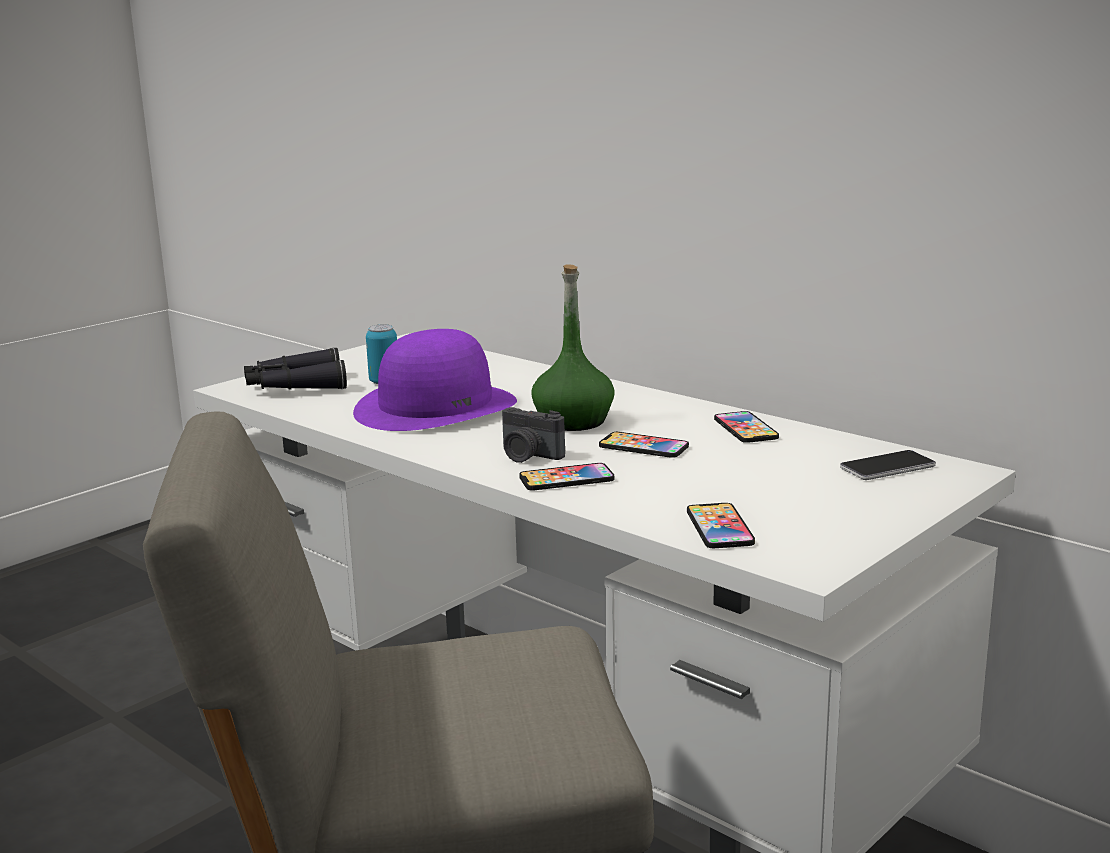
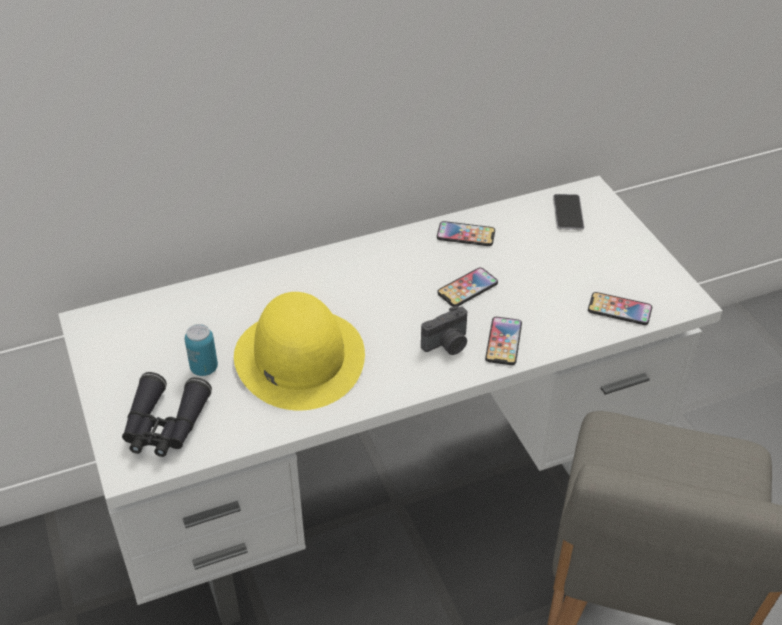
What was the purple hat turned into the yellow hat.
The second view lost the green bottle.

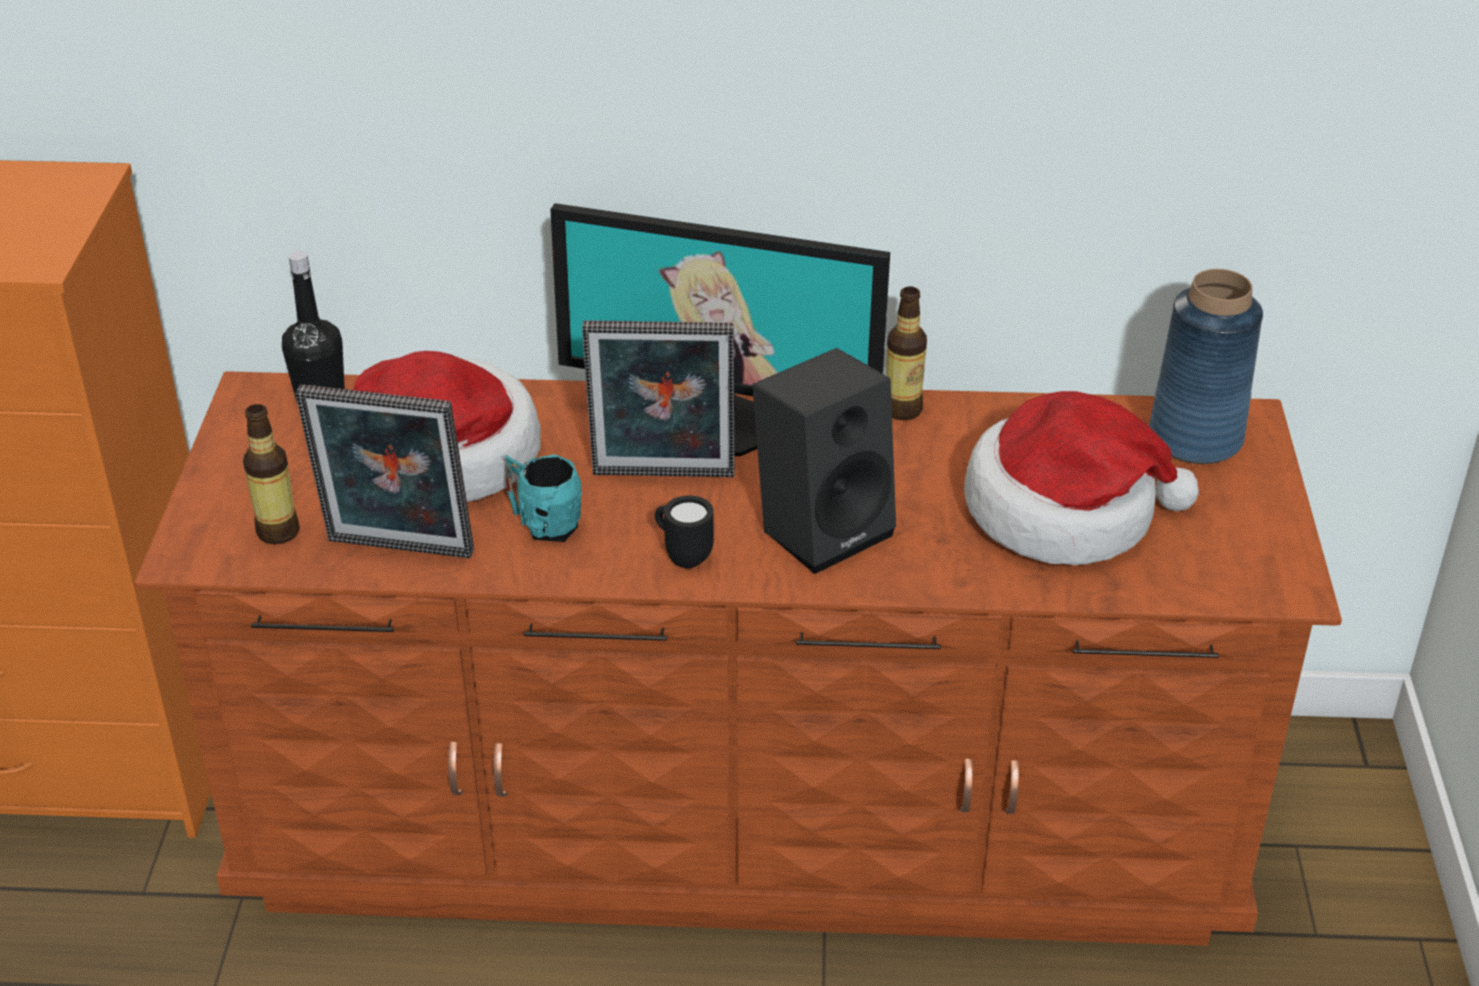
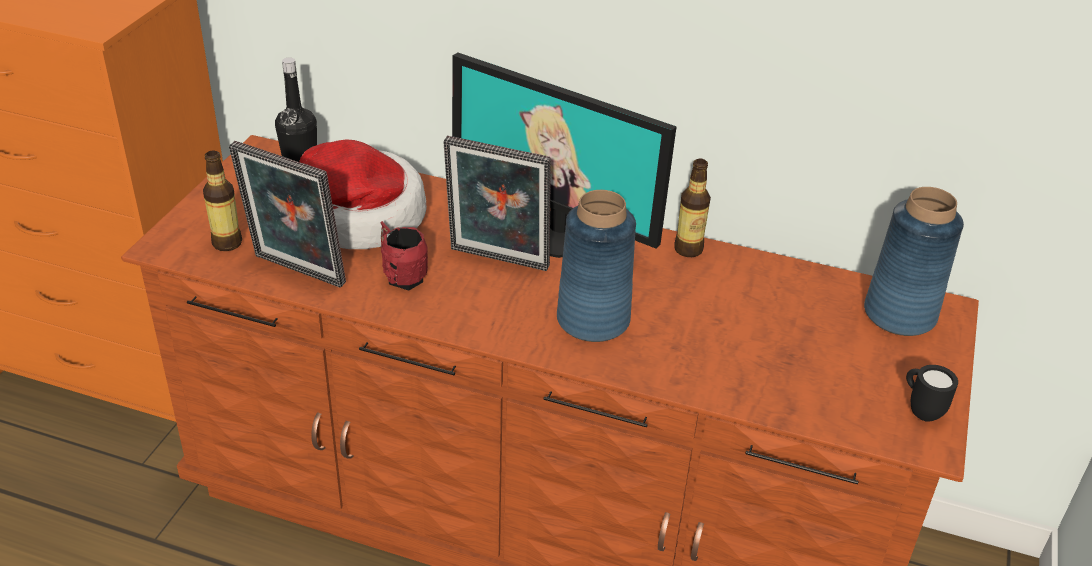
What was the turquoise mug turned into the red mug.
Where the black speaker stood, the blue vase (no. 1 from left) came to stand.
The black mug ended up elsewhere.
The second view lost the hat (no. 2 from left).

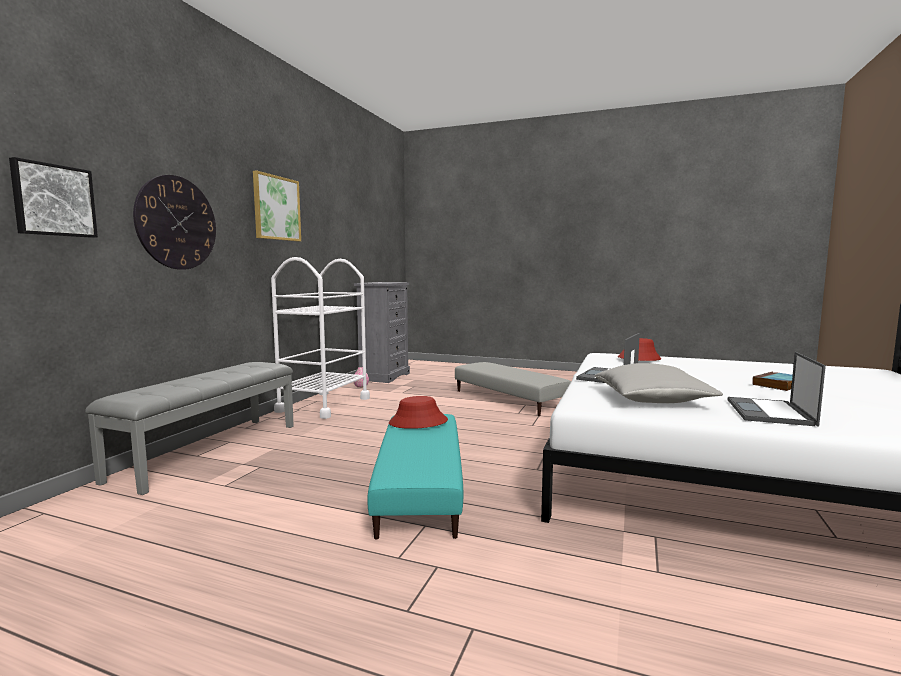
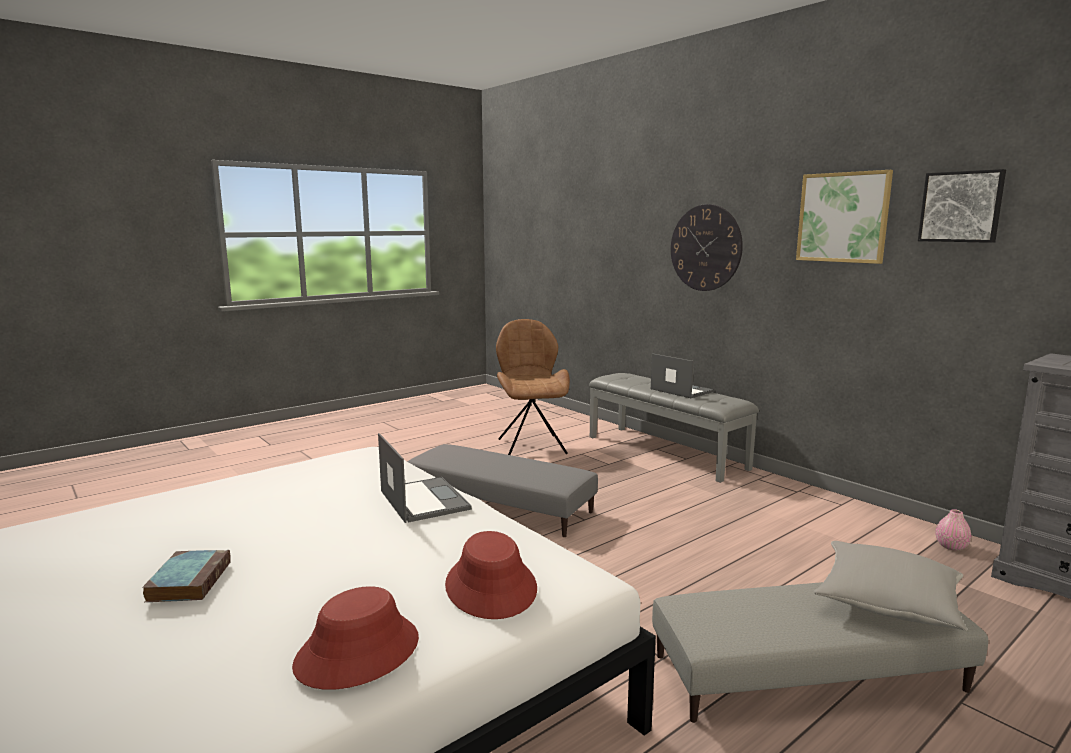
The red hat (no. 1 from left) ended up elsewhere.
What was the turquoise ottoman turned into the grey ottoman (no. 1 from left).
The second view gained the brown chair.
The laptop (no. 2 from left) ended up elsewhere.
The grey pillow ended up elsewhere.
The picture (no. 1 from left in the first image) ended up elsewhere.
The second view lost the white cart.

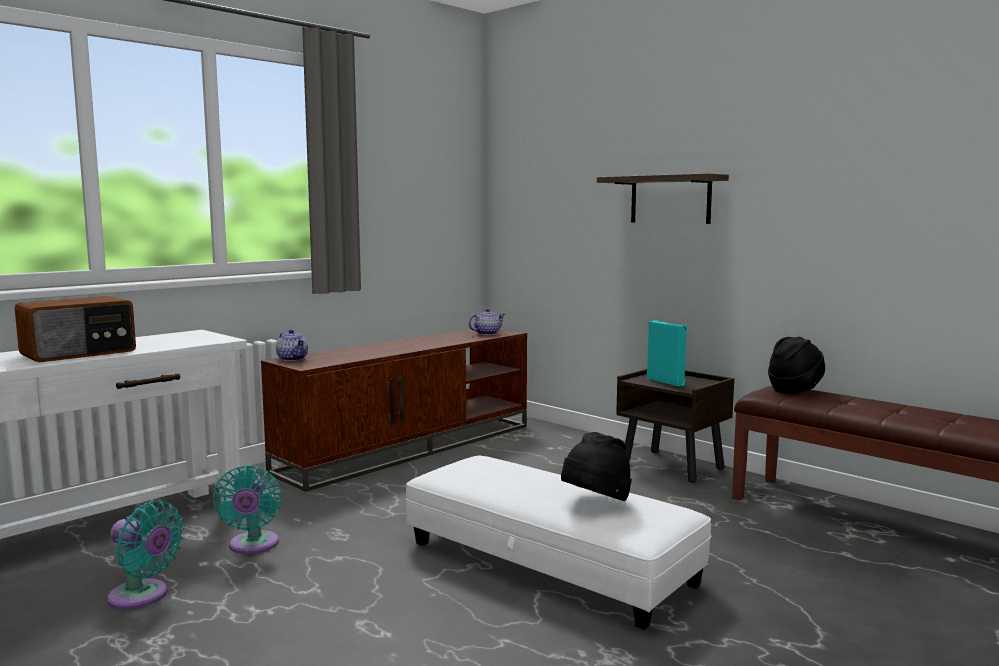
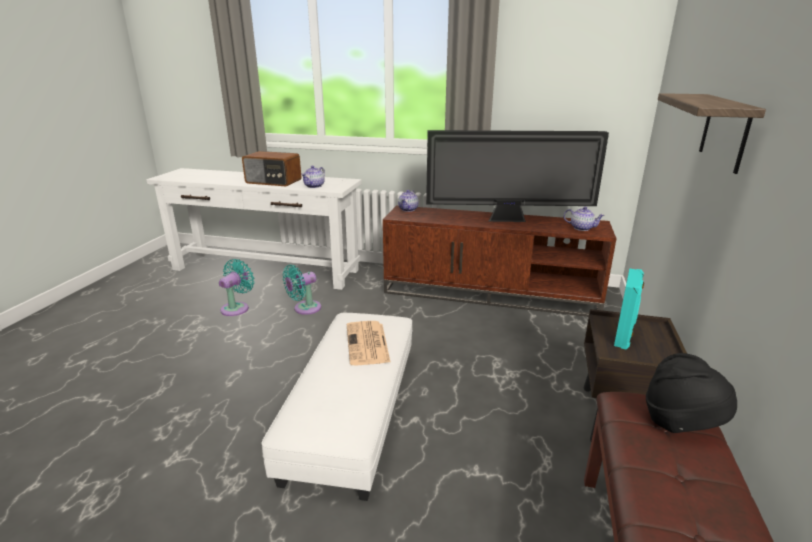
The turquoise fan (no. 1 from left) ended up facing another way, 150 degrees counterclockwise from before.
The second view gained the teapot (no. 1 from left).
The second view gained the newspaper.
The second view gained the television.
The second view lost the black hat (no. 1 from left).

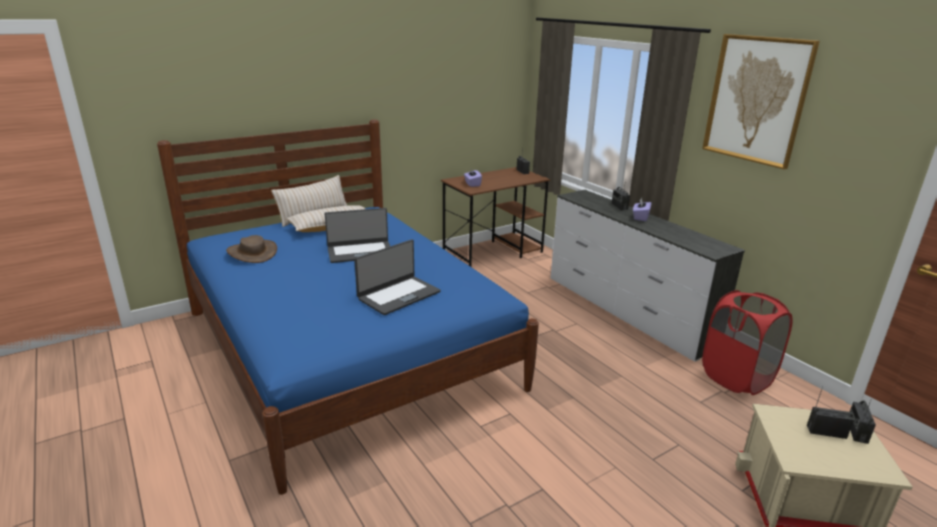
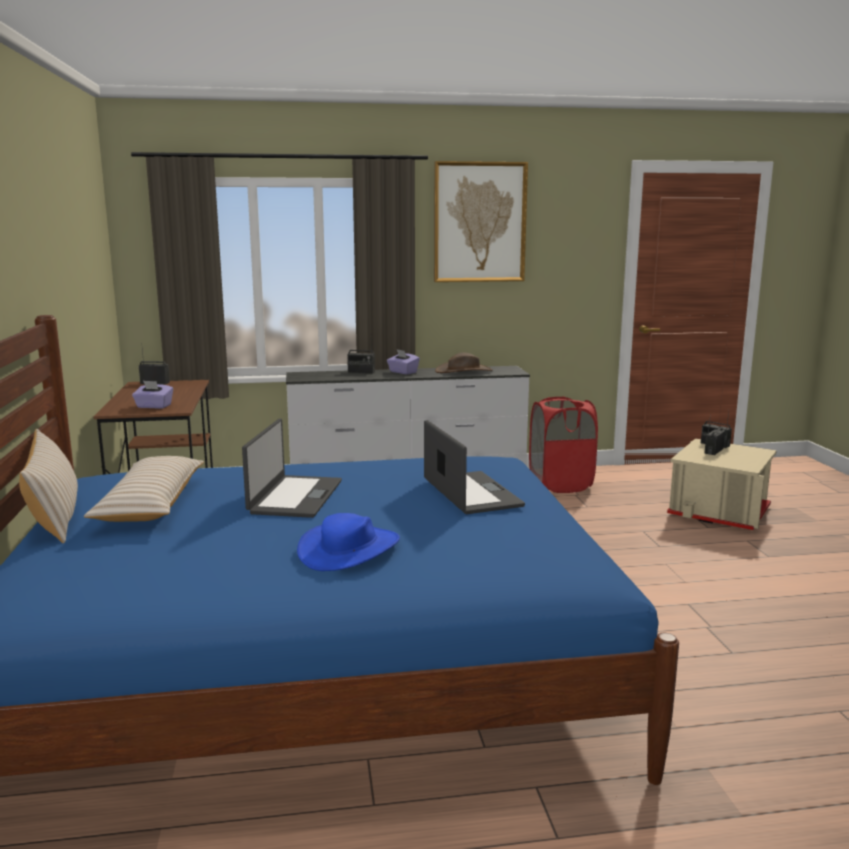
The second view gained the blue hat.
The brown hat ended up elsewhere.

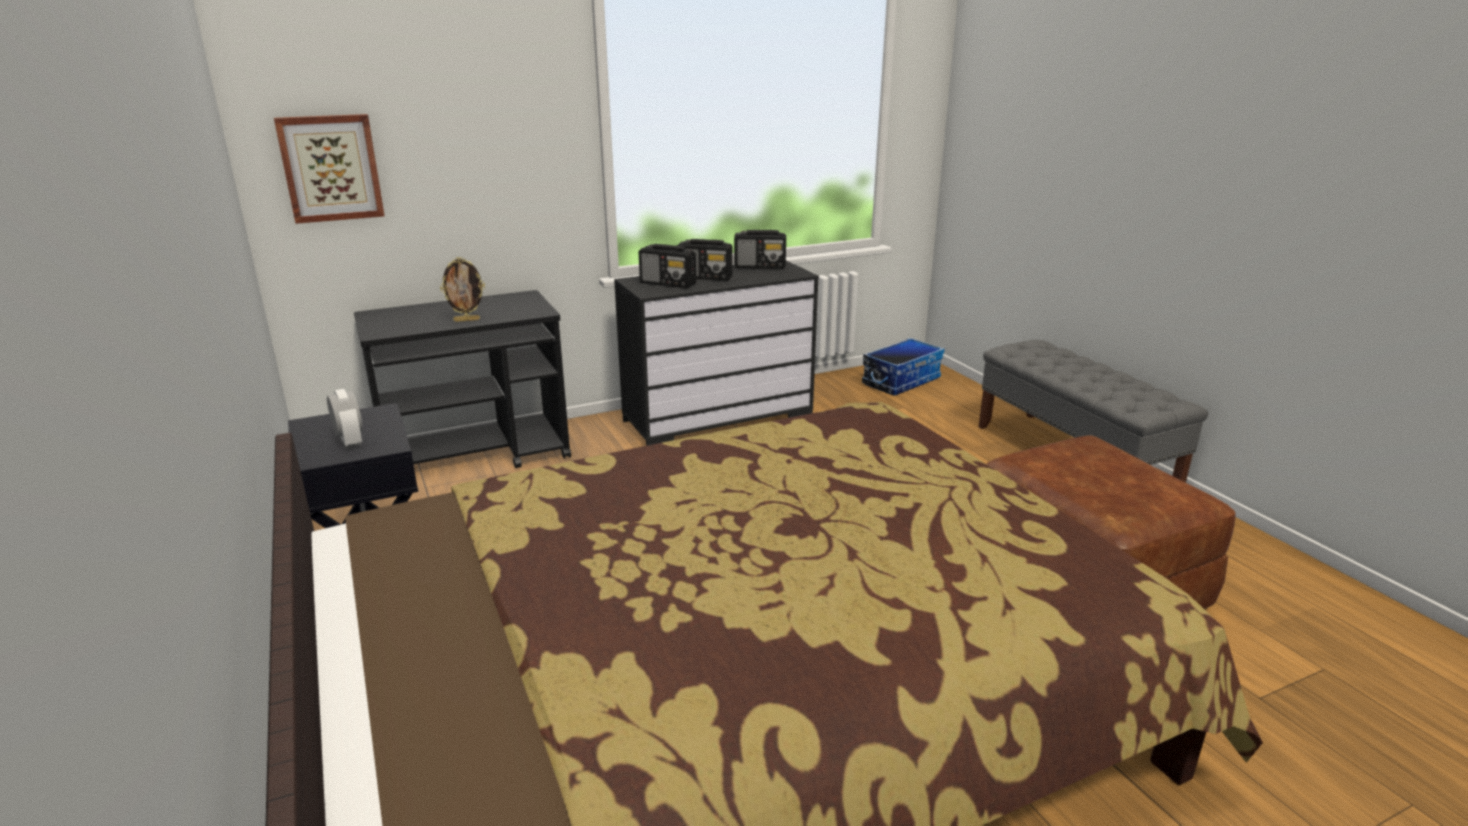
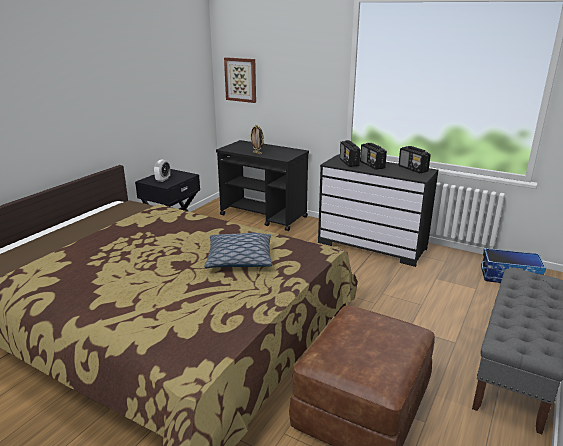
The second view gained the pillow.

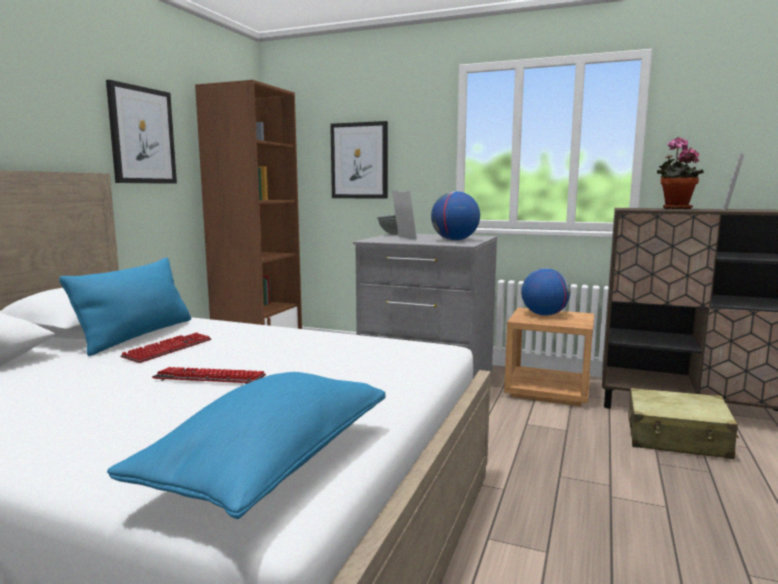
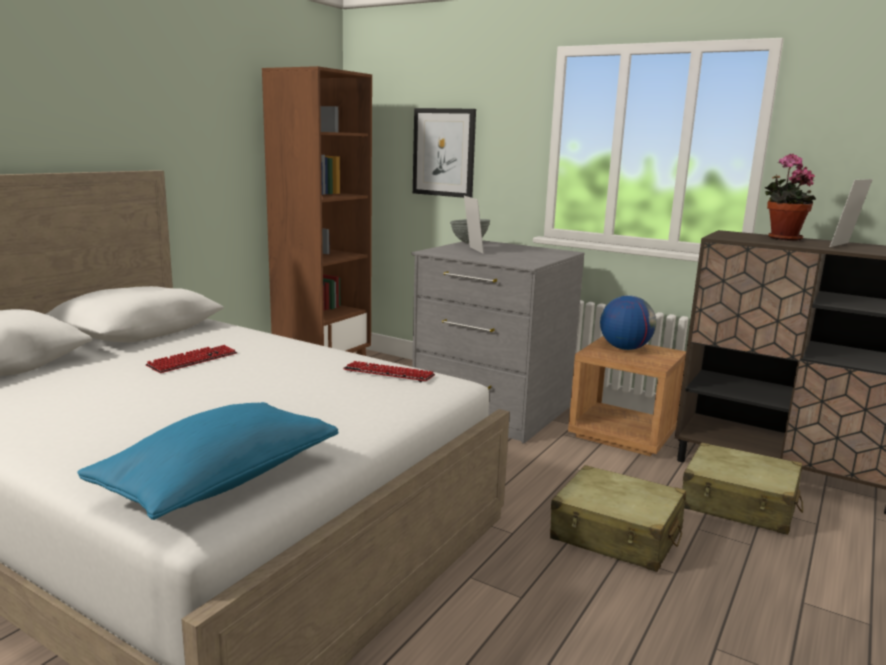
The keyboard (no. 2 from left) ended up elsewhere.
The second view gained the beige suitcase (no. 1 from left).
The second view lost the blue pillow (no. 1 from left).
The second view lost the picture (no. 1 from left).
The second view lost the globe (no. 1 from left).

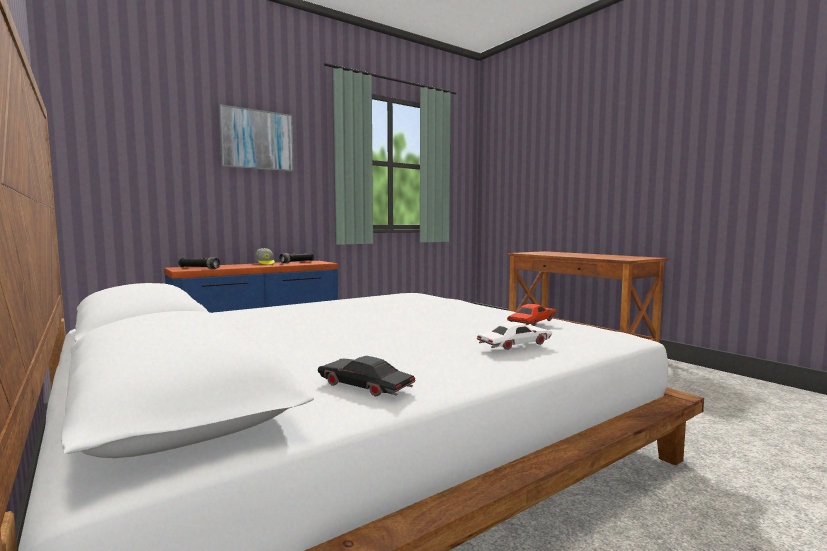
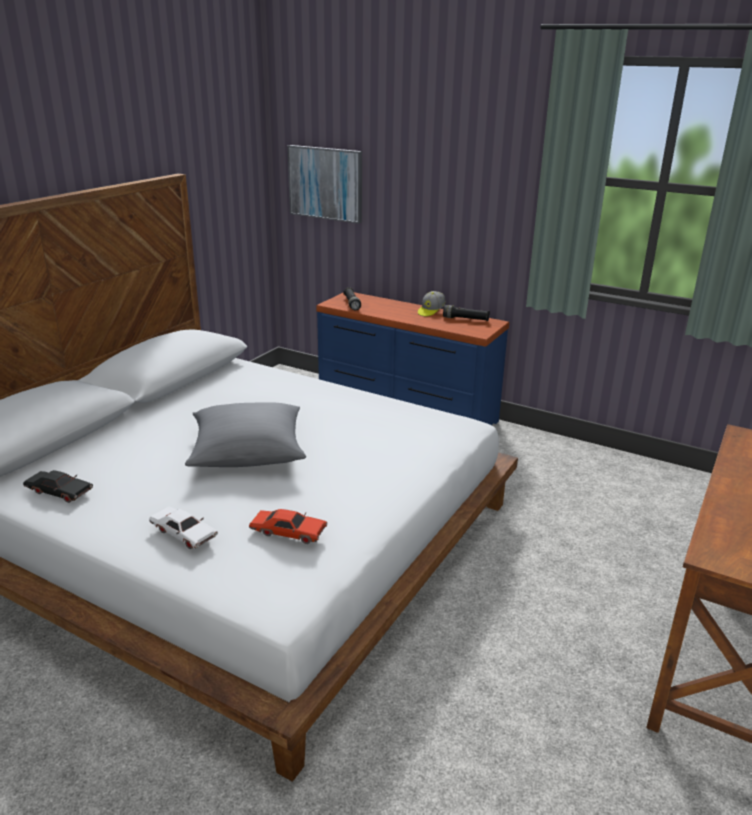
The black toy car ended up facing another way, 105 degrees clockwise from before.
The second view gained the grey pillow.
The picture ended up elsewhere.

